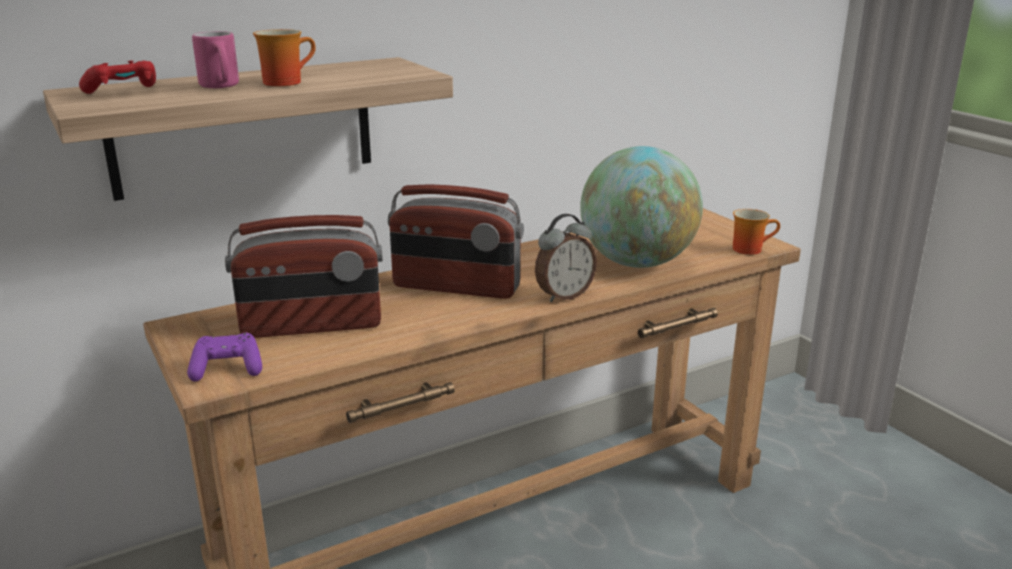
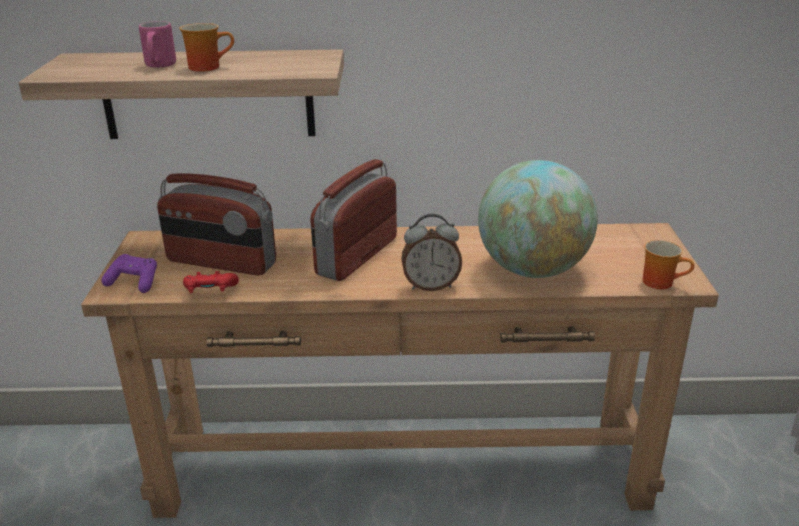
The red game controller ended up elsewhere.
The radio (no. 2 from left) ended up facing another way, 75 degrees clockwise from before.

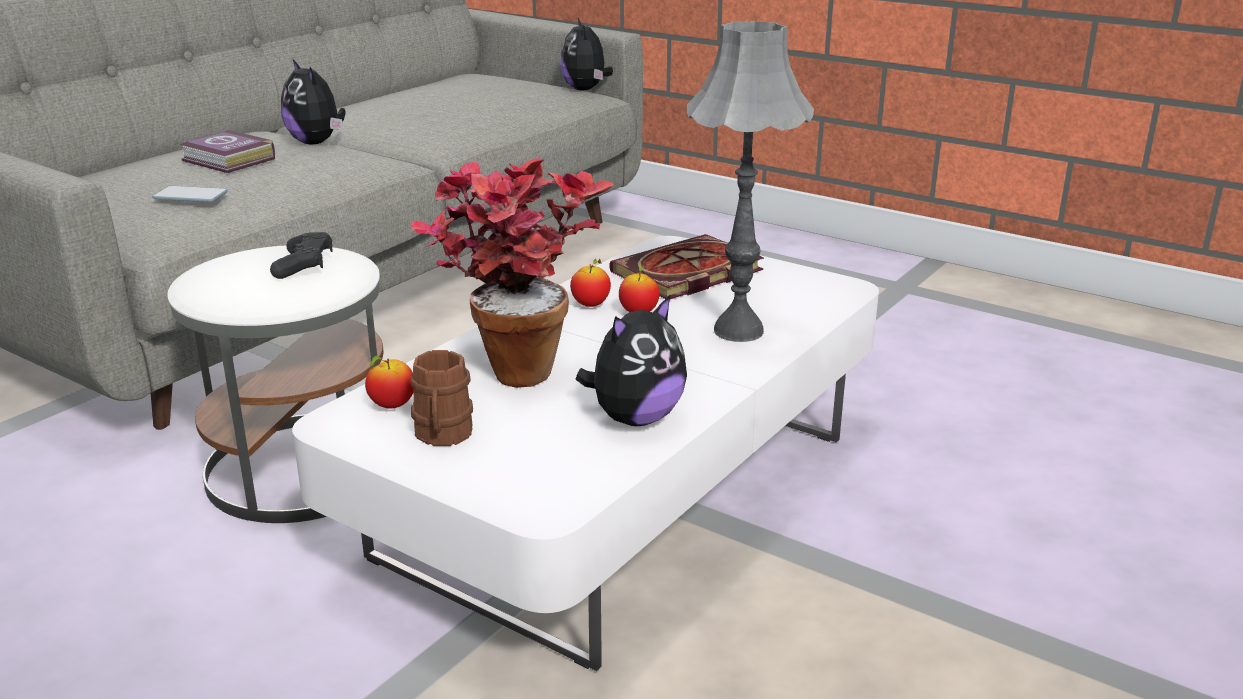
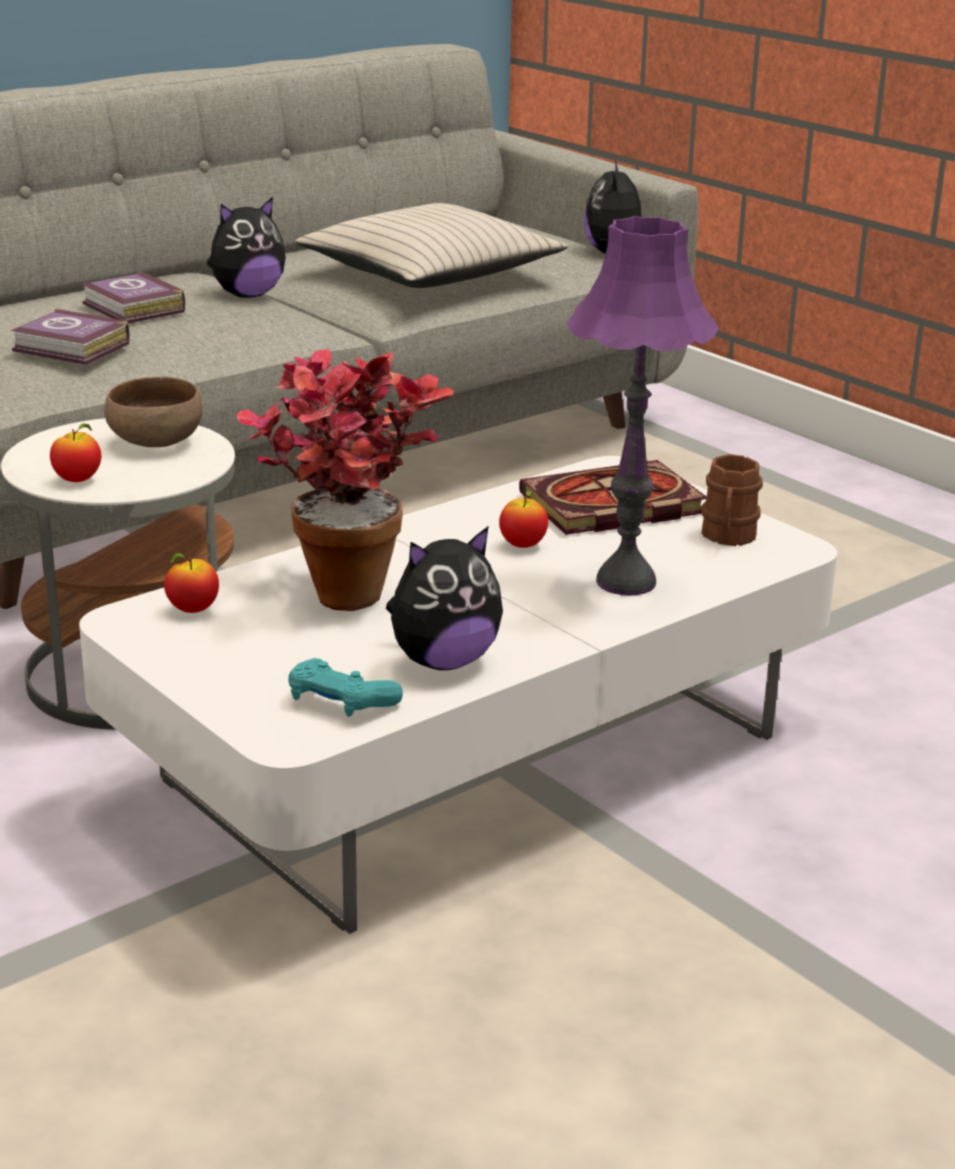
Where the phone stood, the book (no. 1 from left) came to stand.
The apple (no. 2 from left in the first image) ended up elsewhere.
Where the black game controller stood, the brown bowl came to stand.
The plush toy (no. 1 from left) ended up facing another way, 105 degrees counterclockwise from before.
The second view gained the turquoise game controller.
The second view gained the beige pillow.
What was the grey table lamp turned into the purple table lamp.
The brown mug ended up elsewhere.

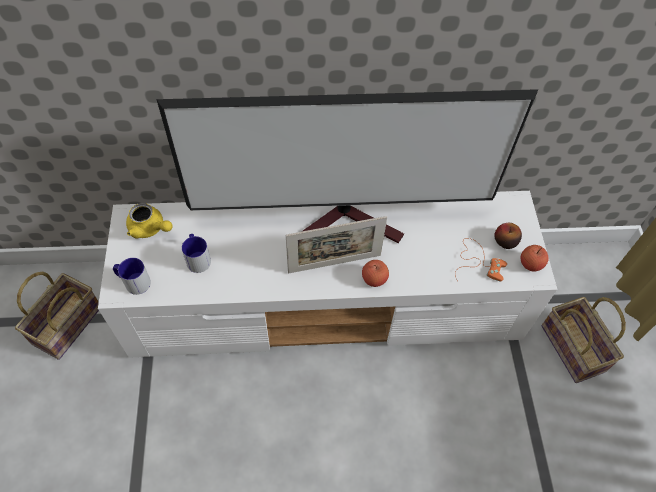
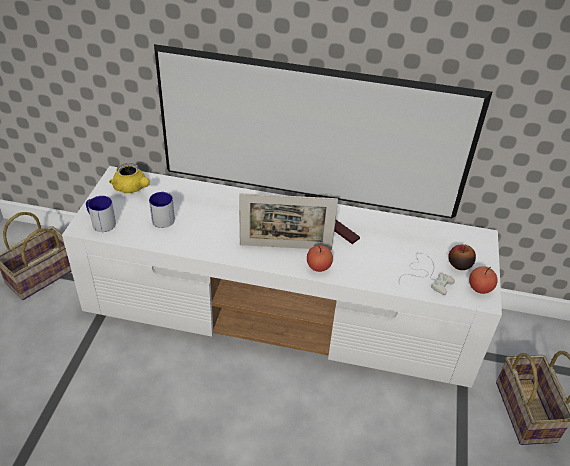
What was the orange game controller turned into the white game controller.

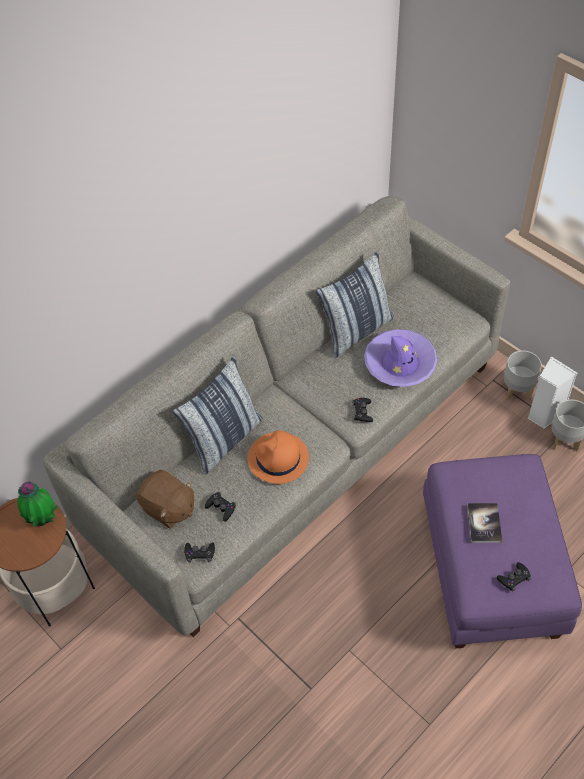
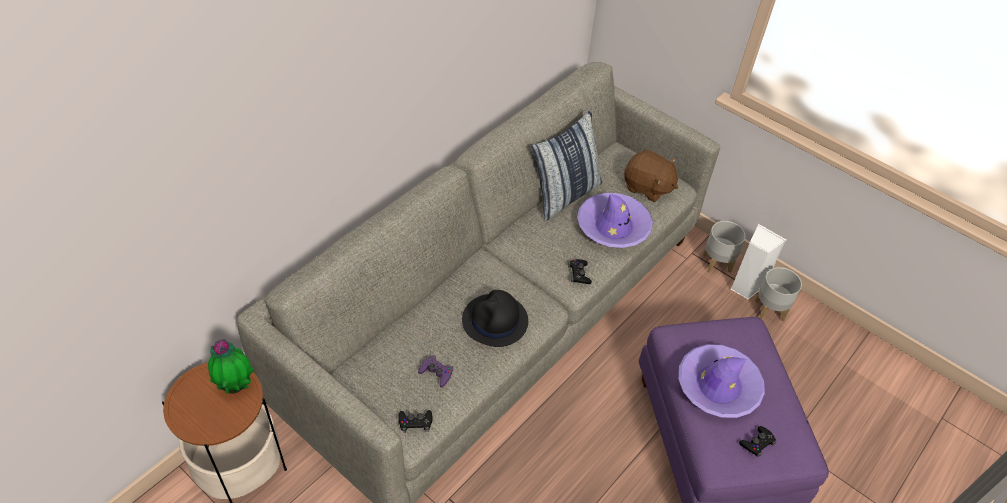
What was the black game controller (no. 2 from left) turned into the purple game controller.
What was the orange hat turned into the black hat.
The brown plush toy ended up elsewhere.
Where the book stood, the purple hat (no. 2 from left) came to stand.
The second view lost the pillow (no. 1 from left).

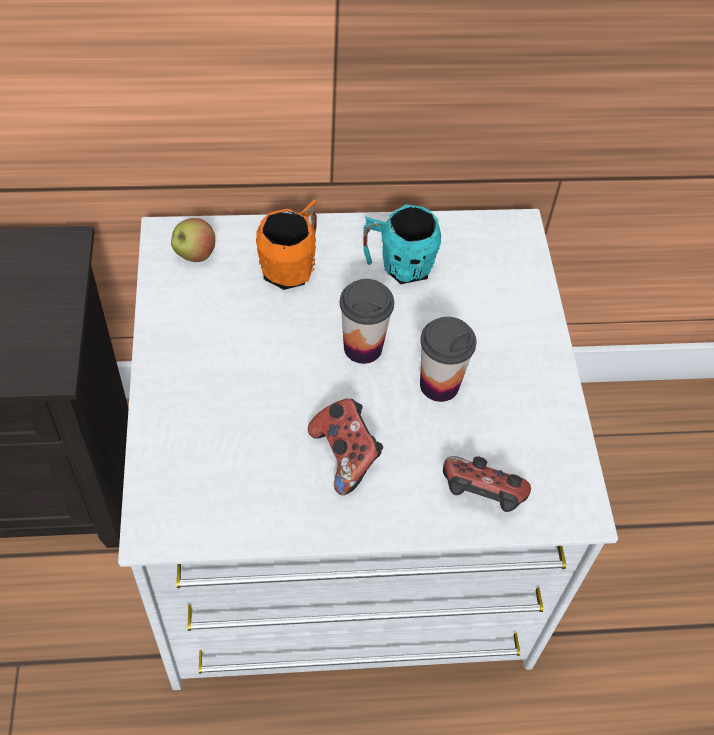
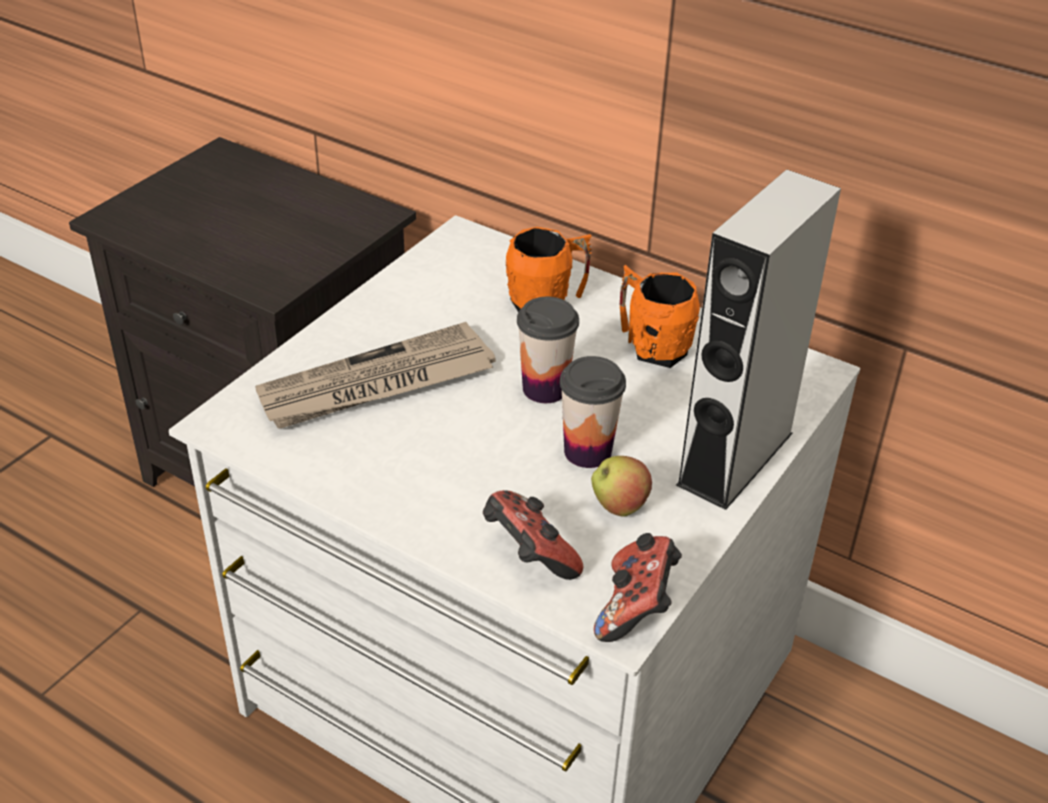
The second view gained the newspaper.
The apple ended up elsewhere.
The game controller (no. 1 from left in the first image) ended up elsewhere.
What was the turquoise mug turned into the orange mug (no. 2 from left).
The second view gained the grey speaker.

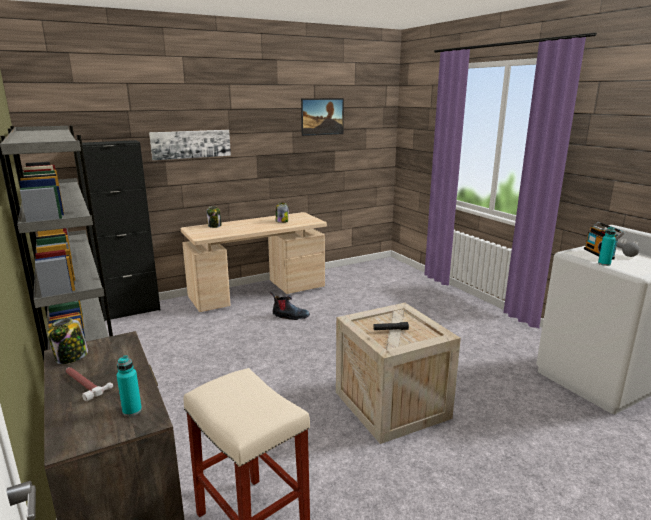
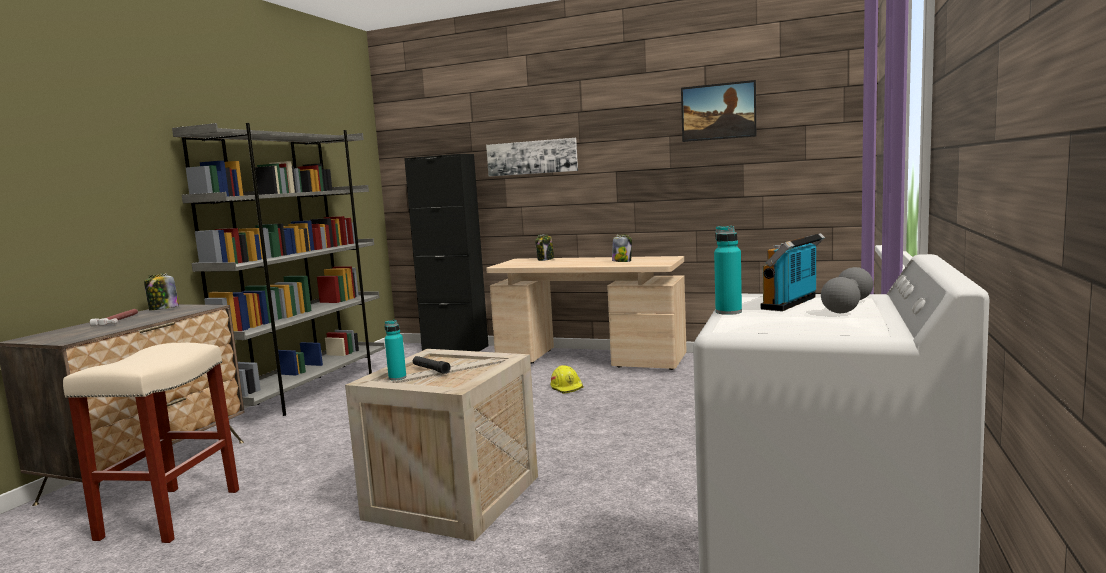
The turquoise bottle (no. 1 from left) ended up elsewhere.
Where the boot stood, the yellow hard hat came to stand.

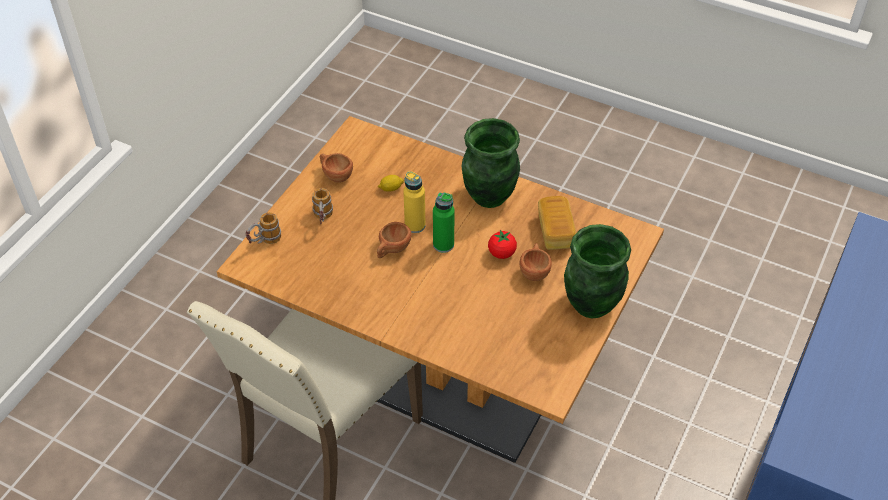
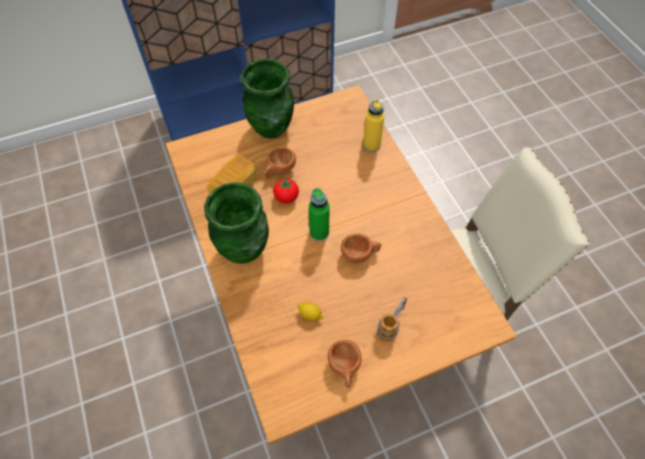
The yellow bottle ended up elsewhere.
The second view lost the mug (no. 1 from left).

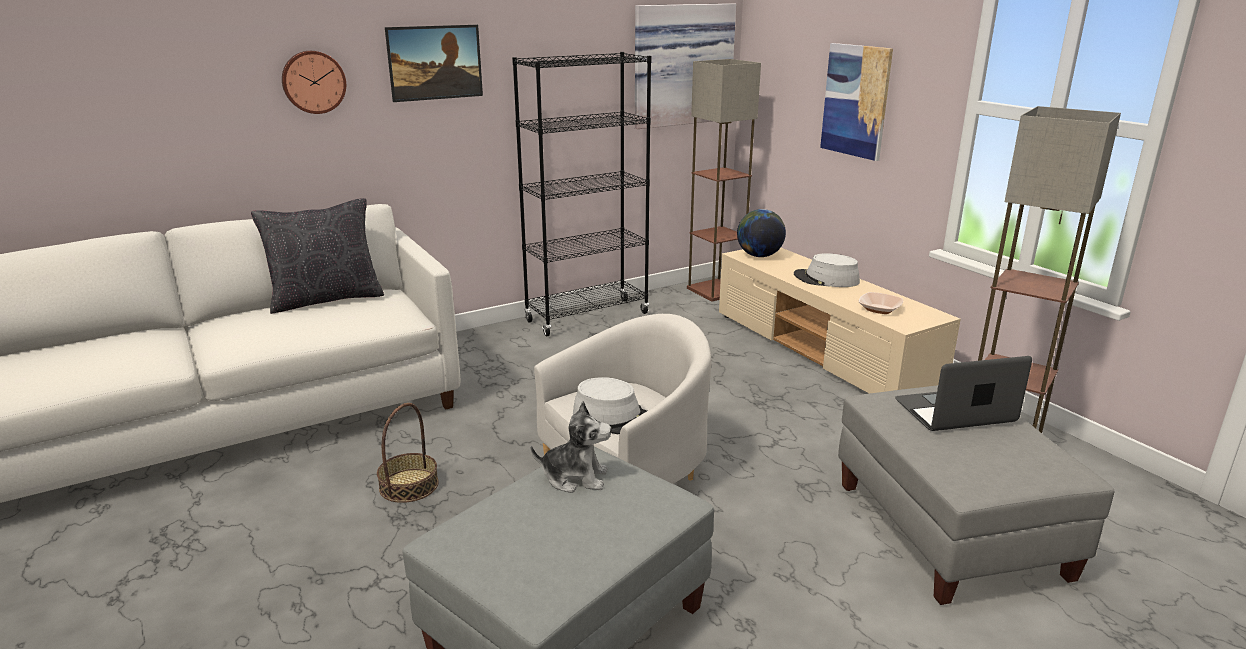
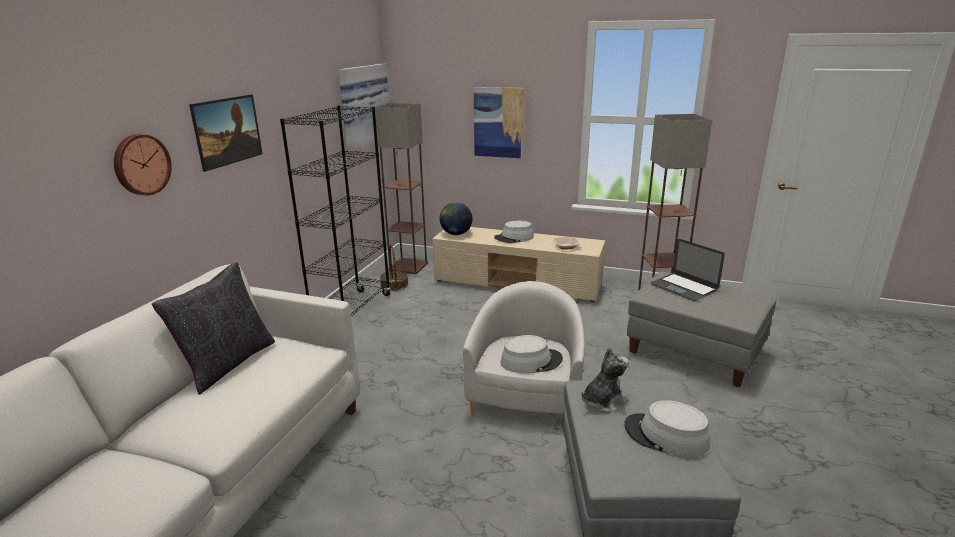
The basket ended up elsewhere.
The second view gained the grey hat (no. 3 from left).
The laptop ended up facing another way, 75 degrees counterclockwise from before.

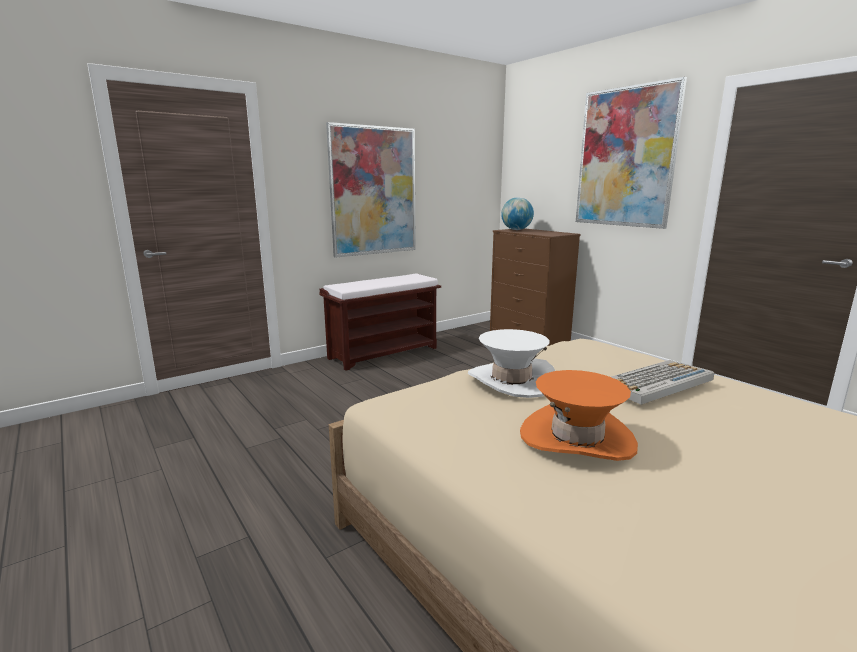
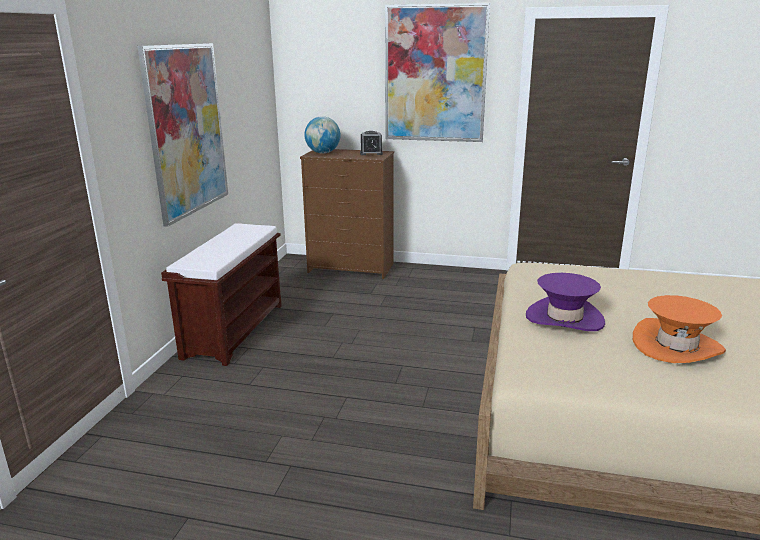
The second view gained the alarm clock.
What was the white hat turned into the purple hat.
The second view lost the keyboard.

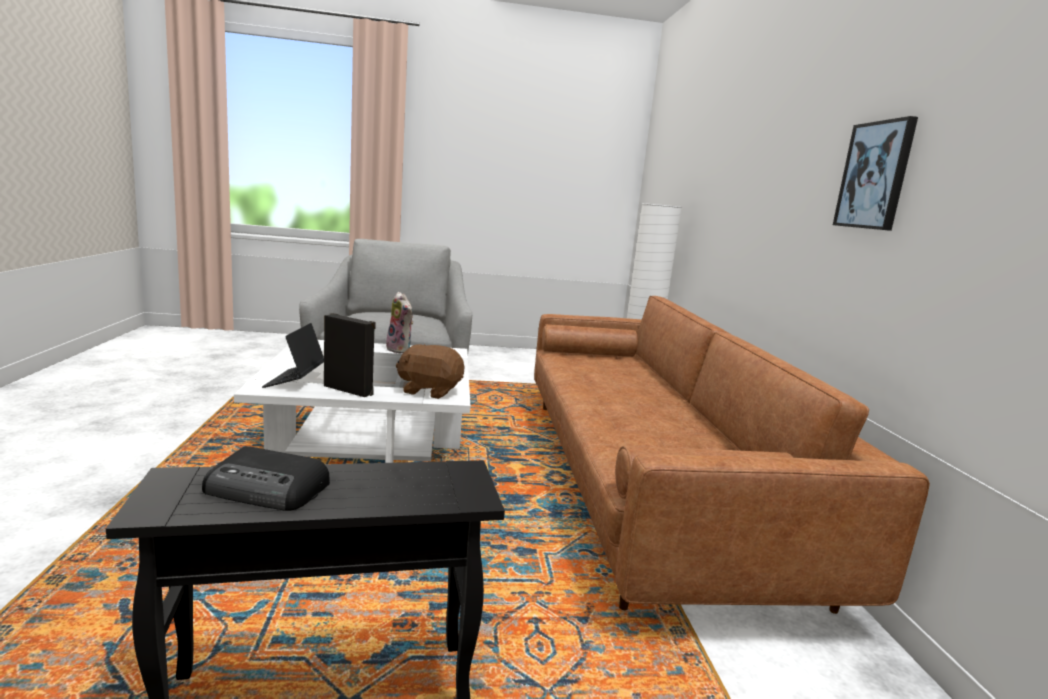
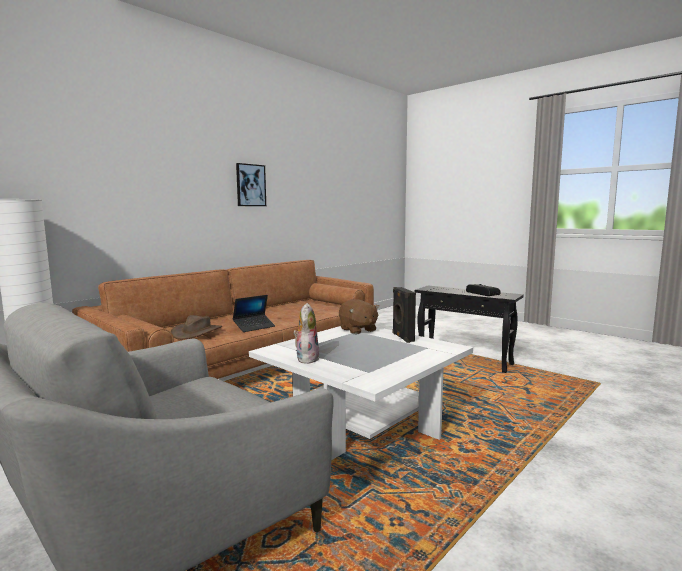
The second view gained the brown hat.
The laptop ended up elsewhere.

